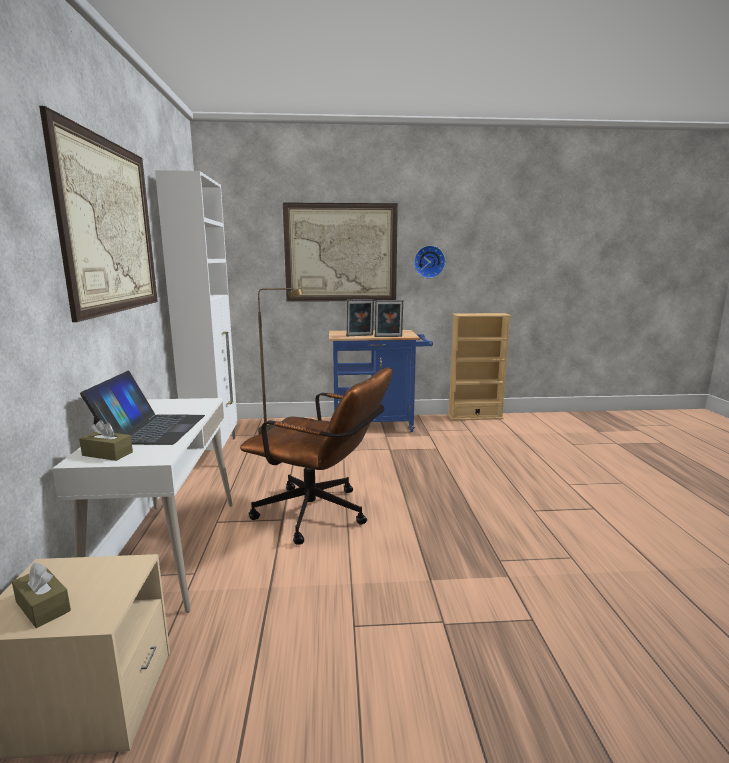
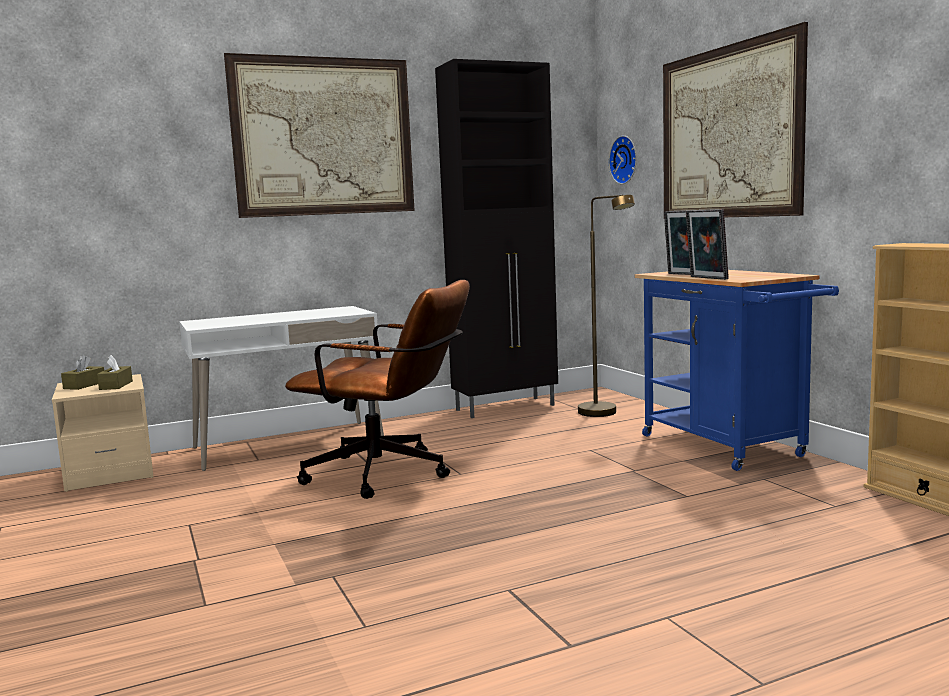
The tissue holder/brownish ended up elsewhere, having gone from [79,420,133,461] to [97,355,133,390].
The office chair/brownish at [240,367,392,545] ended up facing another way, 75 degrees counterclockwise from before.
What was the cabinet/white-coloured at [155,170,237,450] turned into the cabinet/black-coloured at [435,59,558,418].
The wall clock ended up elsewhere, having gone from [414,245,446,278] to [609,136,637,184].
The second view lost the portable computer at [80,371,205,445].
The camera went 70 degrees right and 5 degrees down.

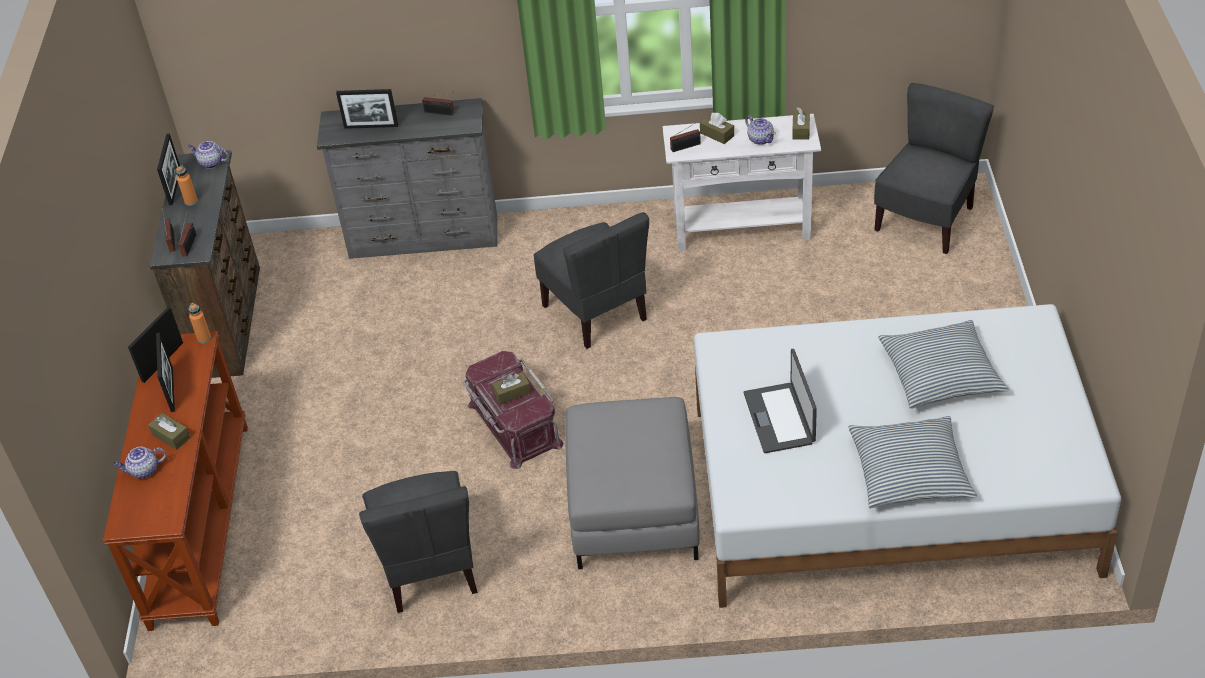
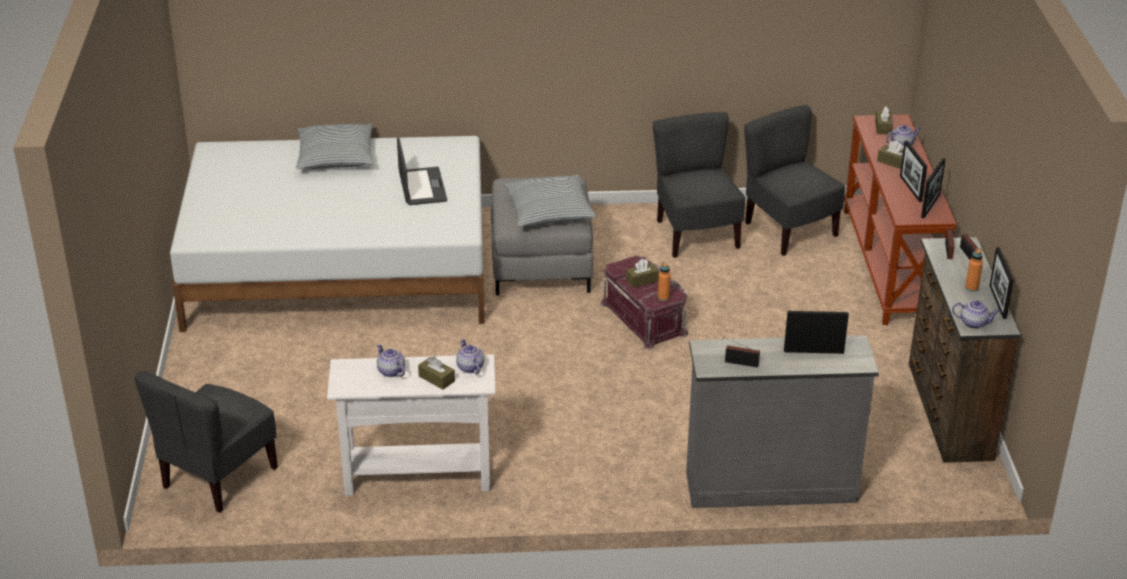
Where the radio receiver stood at [670,119,702,152], the pot for tea came to stand at [456,339,484,374].
The throw pillow ended up elsewhere, having gone from [878,320,1009,409] to [503,175,596,226].
The bottle/orange-coloured ended up elsewhere, having gone from [188,303,211,343] to [658,262,671,301].
The chair/grey ended up elsewhere, having gone from [533,212,649,349] to [744,105,846,256].
The tissue holder/brownish ended up elsewhere, having gone from [792,107,810,140] to [875,106,893,135].
The camera went 175 degrees right and 10 degrees down.

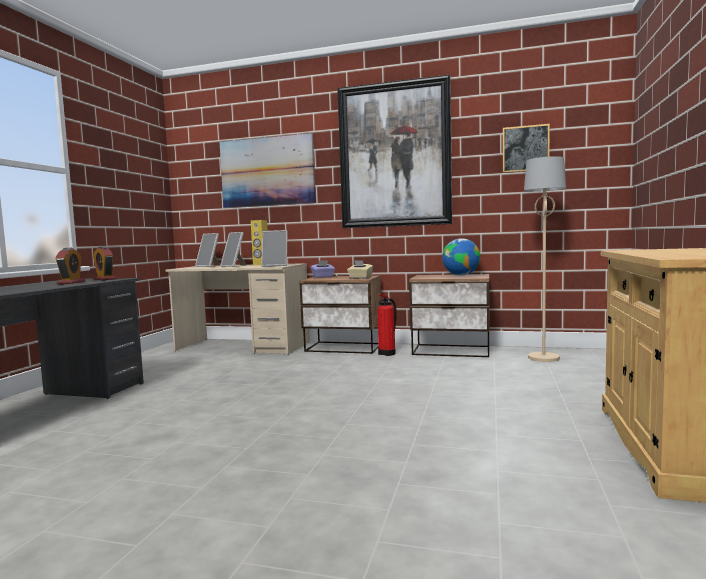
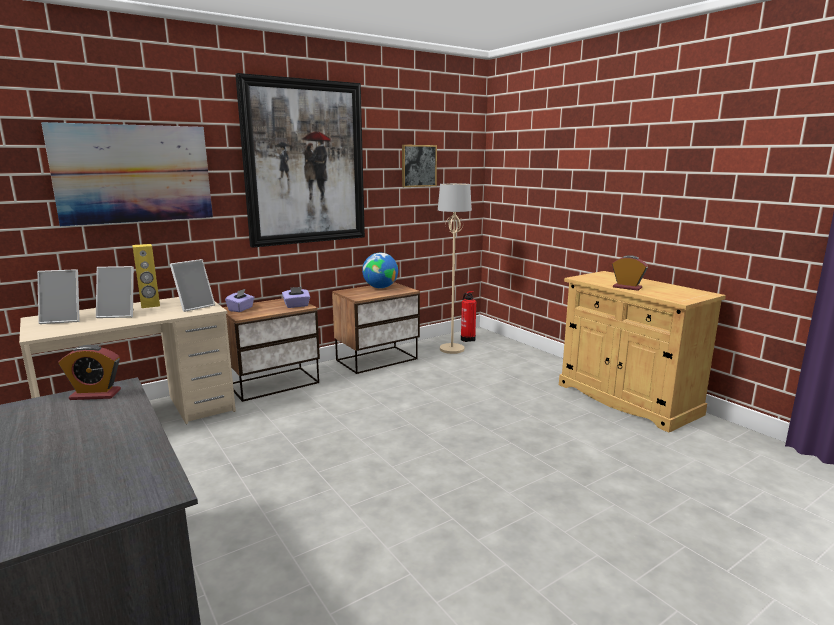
What was the tissue holder/sand-coloured at [347,260,373,279] turned into the tissue holder/purple at [282,287,310,308].
The fire-fighting cylinder ended up elsewhere, having gone from [377,294,397,356] to [461,291,476,342].
The bedside clock ended up elsewhere, having gone from [56,248,85,284] to [612,255,648,291].
The camera went 50 degrees left and 10 degrees up.

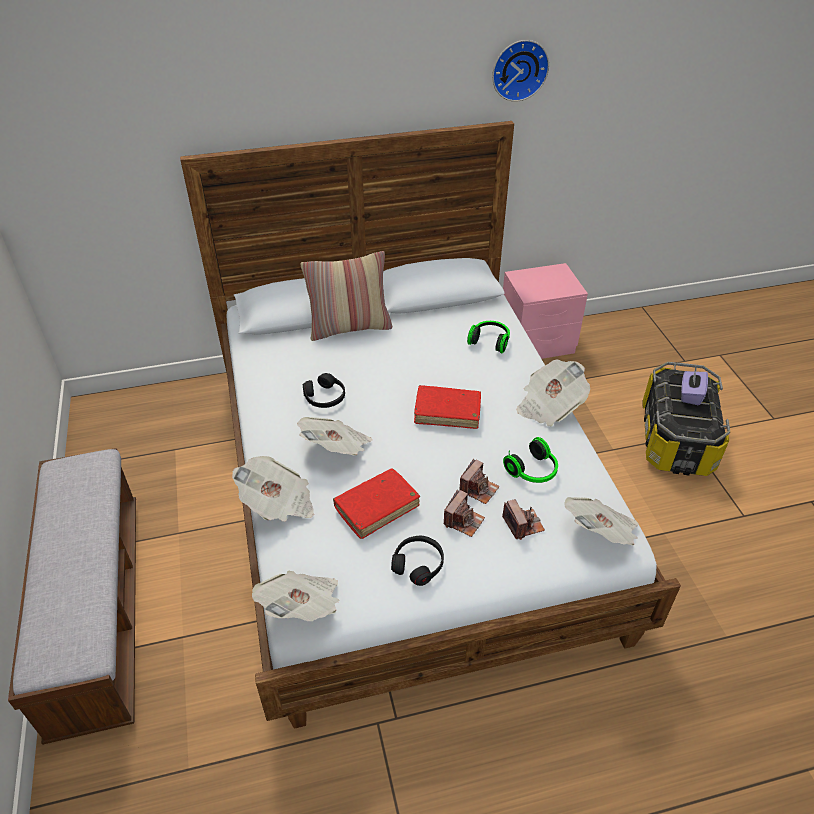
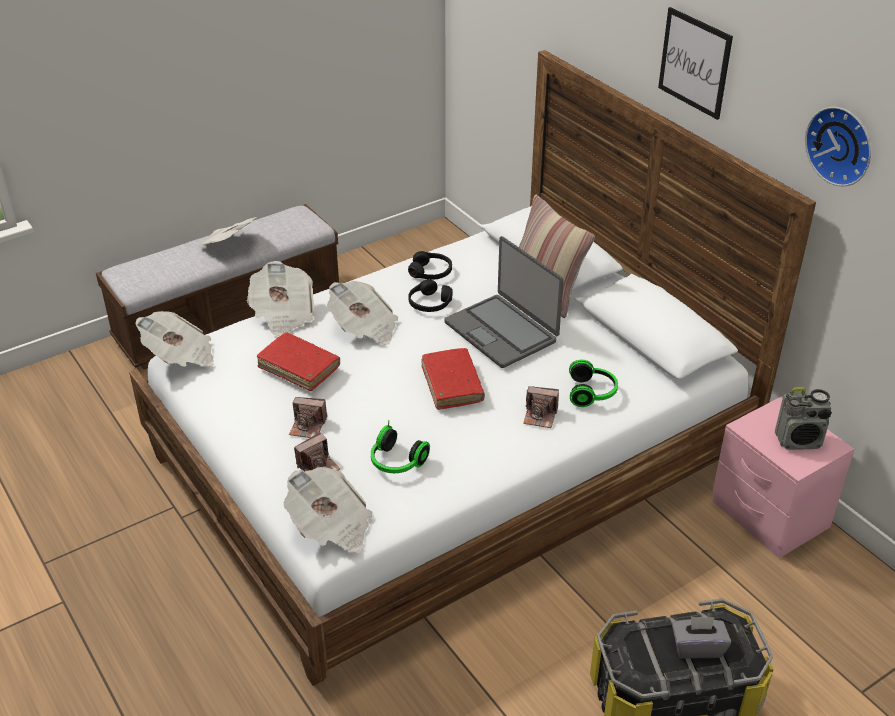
The daily paper ended up elsewhere, having gone from [516,359,590,426] to [198,217,256,246].
The headset/black-coloured ended up elsewhere, having gone from [391,536,444,586] to [408,251,452,280].
The second view gained the portable computer at [444,236,564,368].
The photo camera ended up elsewhere, having gone from [459,459,500,504] to [523,386,559,428].
The second view gained the wall picture at [658,7,733,120].
What was the tissue holder/purple at [681,371,708,405] turned into the tissue holder/grey at [672,616,731,659].
The second view gained the radio receiver at [775,387,832,450].
The camera went 70 degrees right and 5 degrees down.

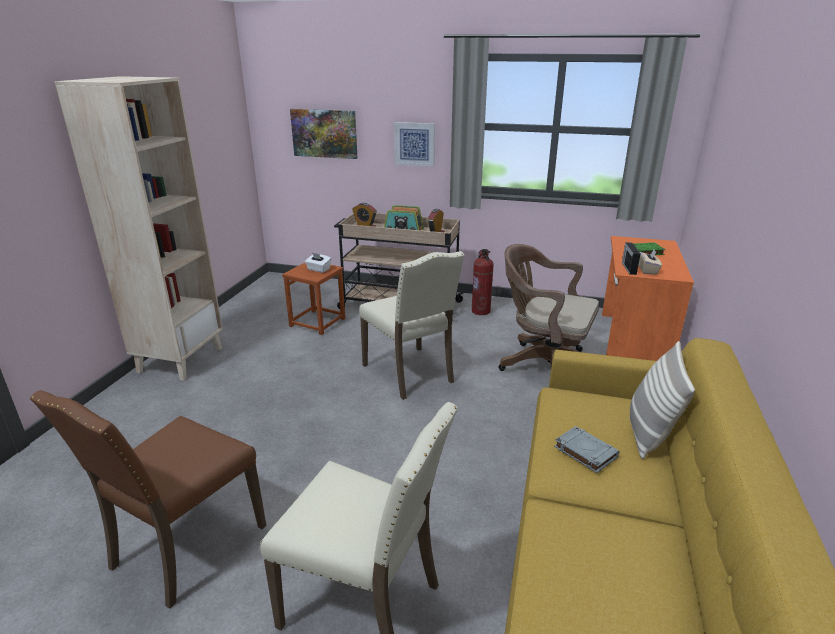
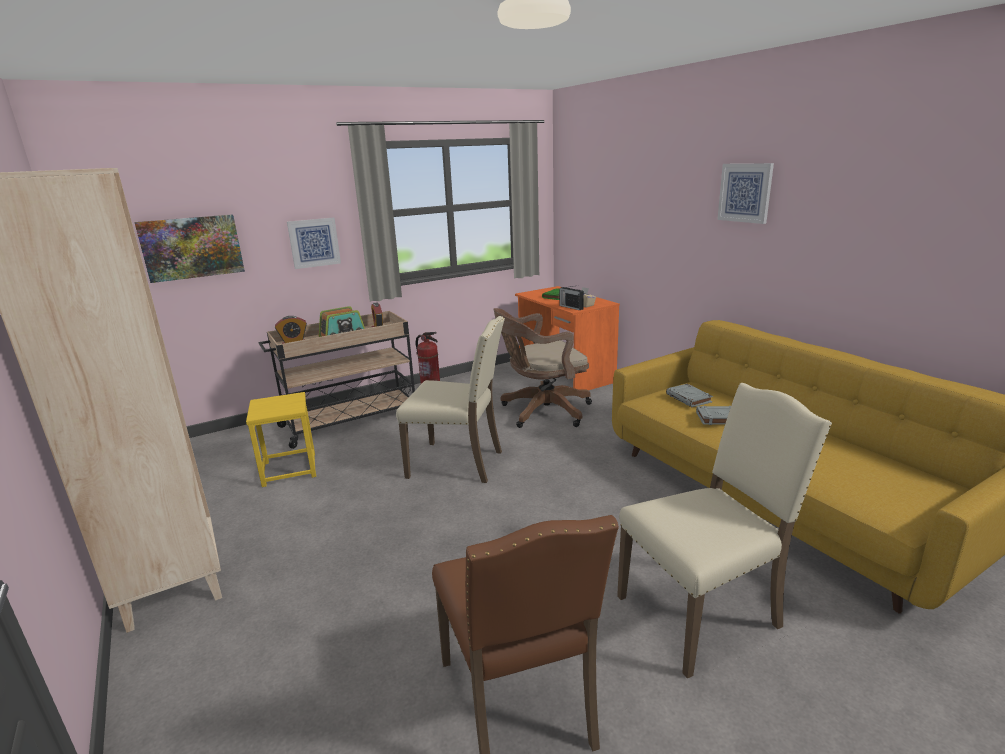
What was the sitting stool/brownish at [282,263,345,335] turned into the sitting stool/yellow at [246,392,316,487].
The second view gained the book/grey at [666,384,713,407].
The second view gained the wall picture at [717,163,774,224].
The second view lost the tissue holder/white-coloured at [305,253,331,273].
The second view lost the throw pillow at [630,341,695,459].
The camera went 45 degrees left and 5 degrees down.

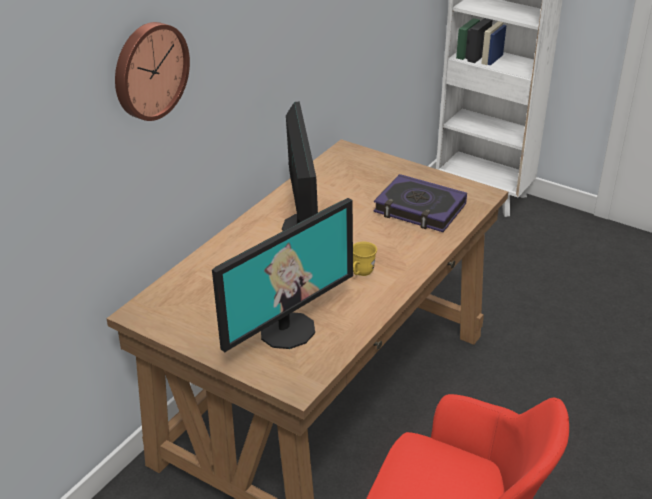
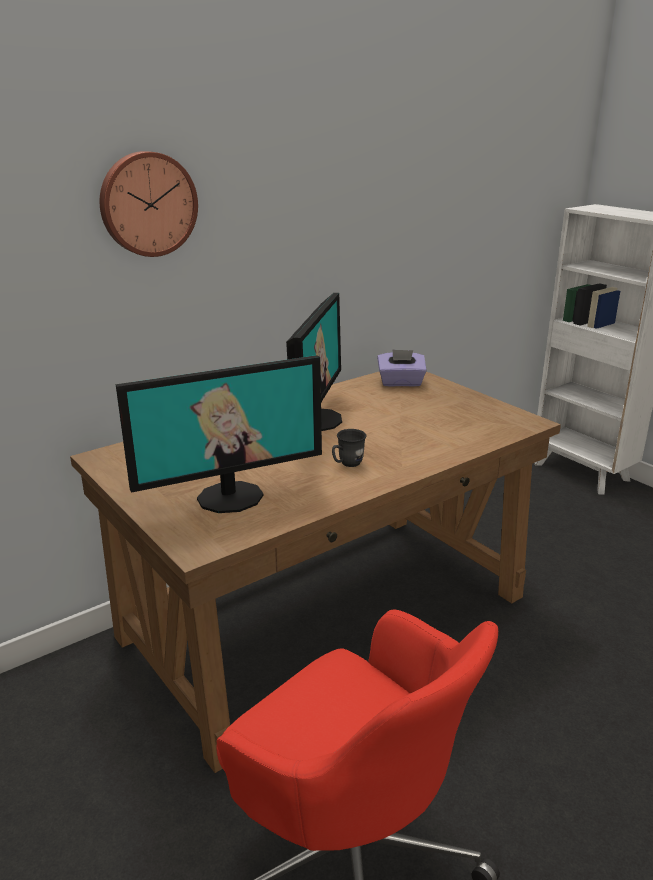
What was the tea mug/yellow at [353,241,377,276] turned into the tea mug/grey at [332,429,366,467].
The second view gained the tissue holder/purple at [377,349,427,386].
The second view lost the book at [373,174,467,232].
The camera went 20 degrees right and 10 degrees down.

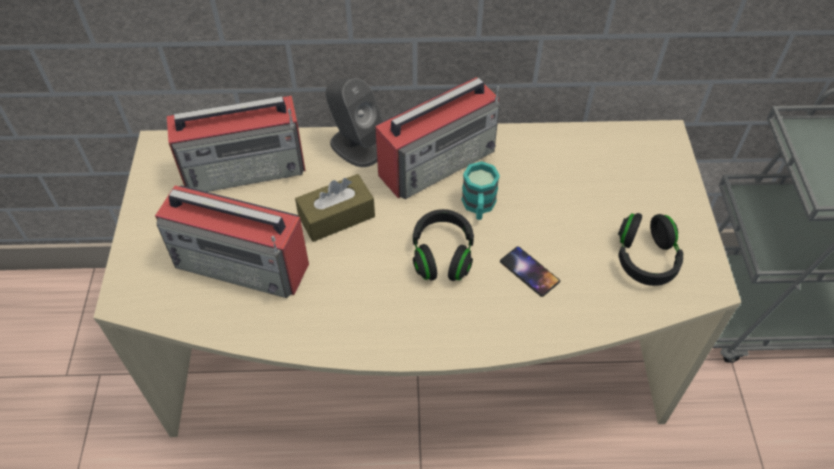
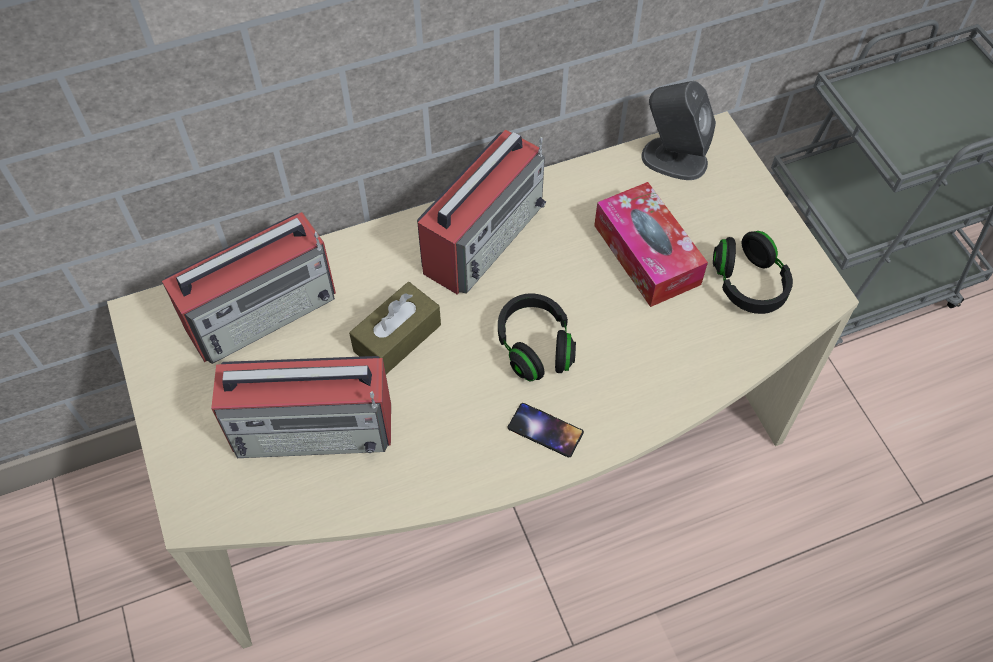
The telephone ended up elsewhere, having gone from [500,246,560,297] to [508,403,584,457].
The second view gained the tissue holder at [594,182,708,307].
The loudspeaker/grey ended up elsewhere, having gone from [326,78,383,167] to [642,81,716,180].
The second view lost the tea mug/turquoise-coloured at [461,161,500,220].
The camera went 20 degrees left and 5 degrees up.

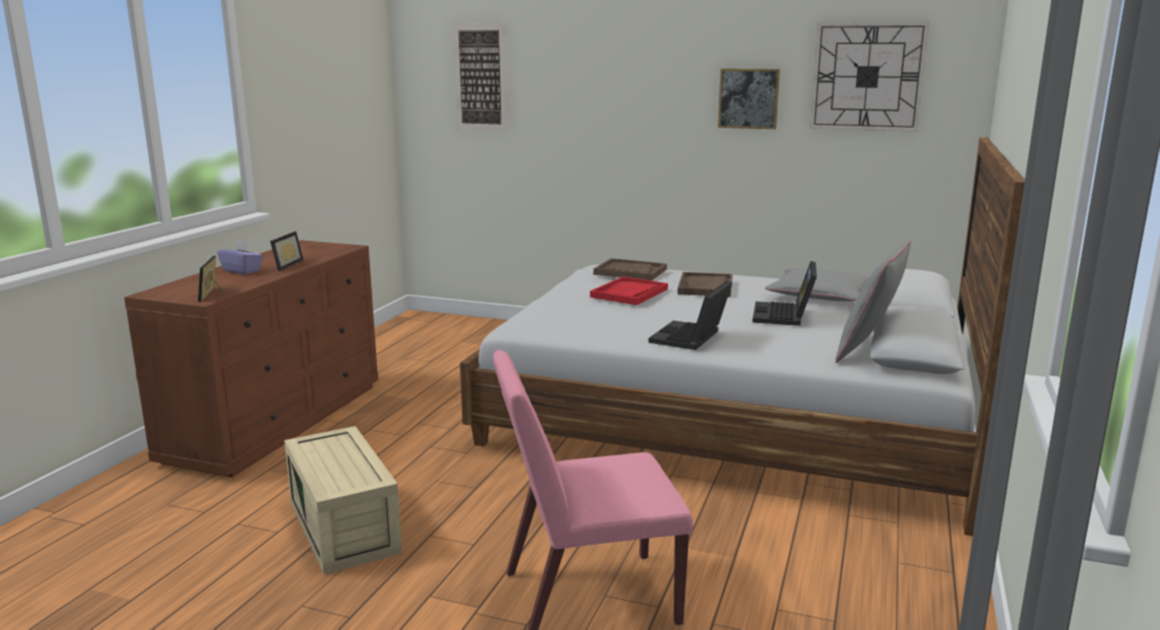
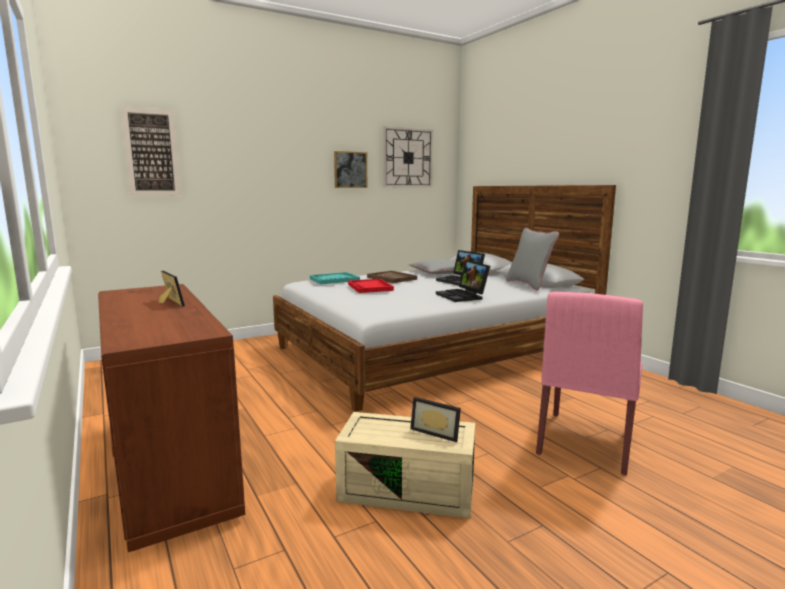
What was the carrying tray/brownish at [593,258,667,281] turned into the carrying tray/turquoise-coloured at [310,272,360,285].
The photo frame ended up elsewhere, having gone from [198,256,225,302] to [410,397,461,442].
The second view lost the tissue holder/purple at [217,239,263,274].
The camera went 50 degrees left and 5 degrees down.

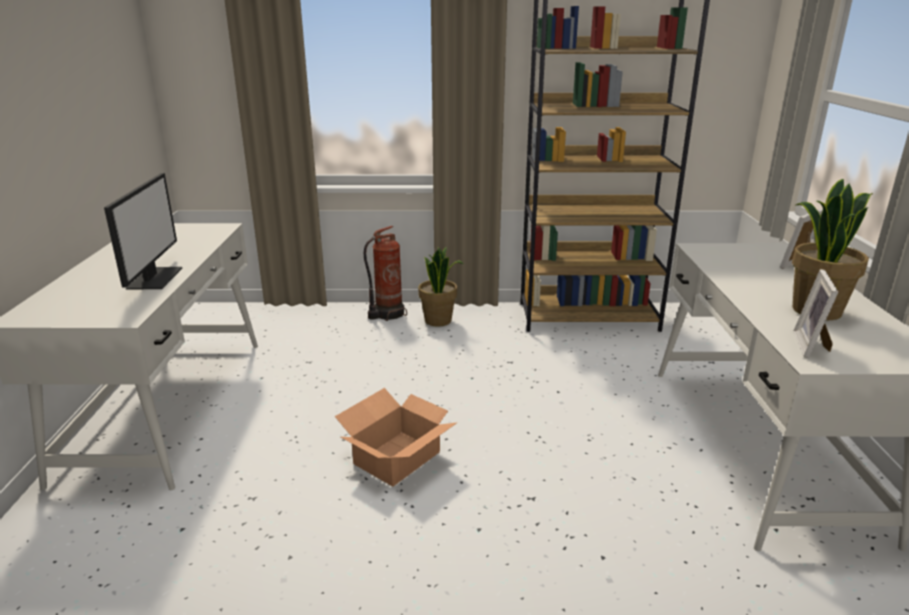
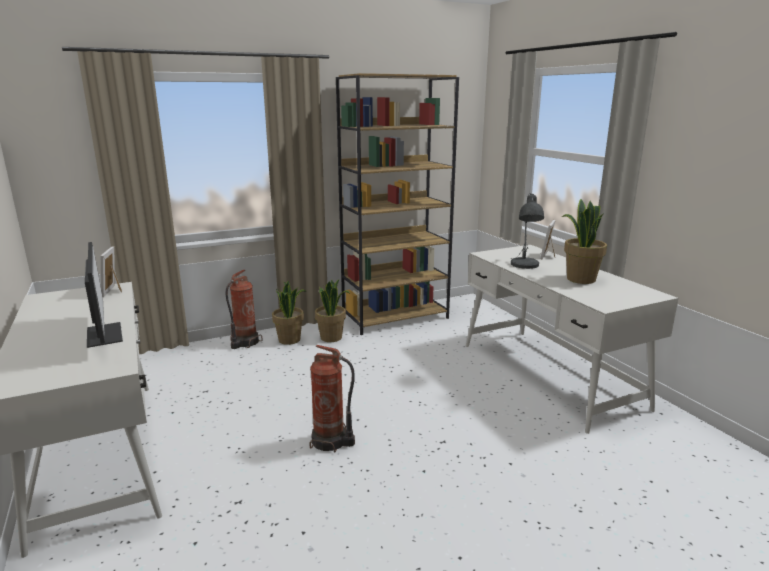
The photo frame ended up elsewhere, having gone from [793,269,838,358] to [100,246,122,297].
Where the packing box stood at [335,388,458,486], the fire-fighting cylinder came to stand at [310,345,355,452].
The second view gained the houseplant at [315,280,350,342].
The second view gained the table lamp/grey at [511,193,544,269].
The camera went 25 degrees left and 5 degrees down.

